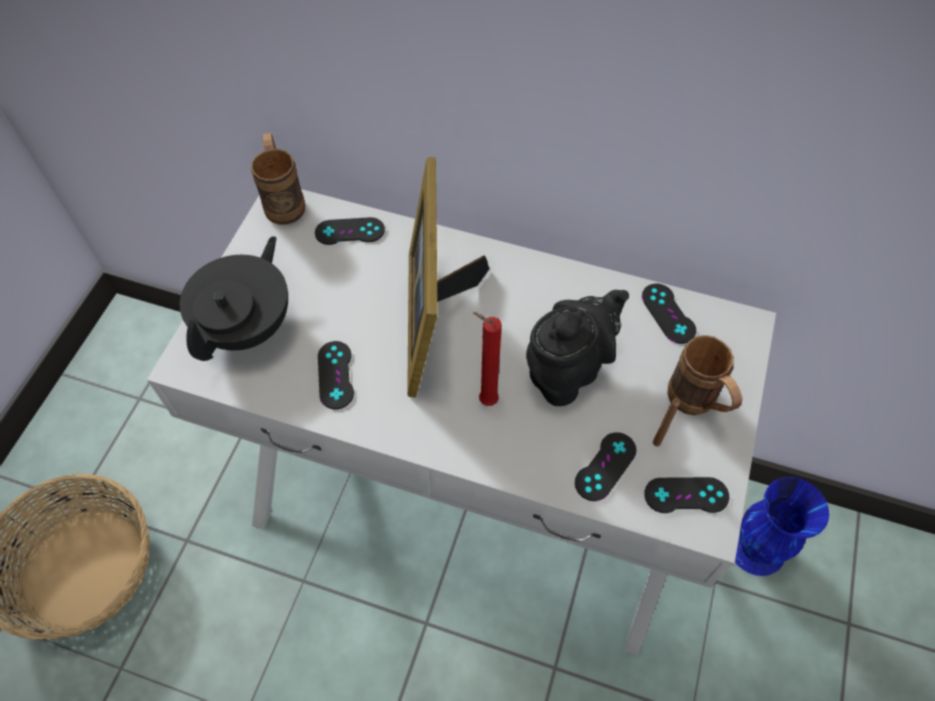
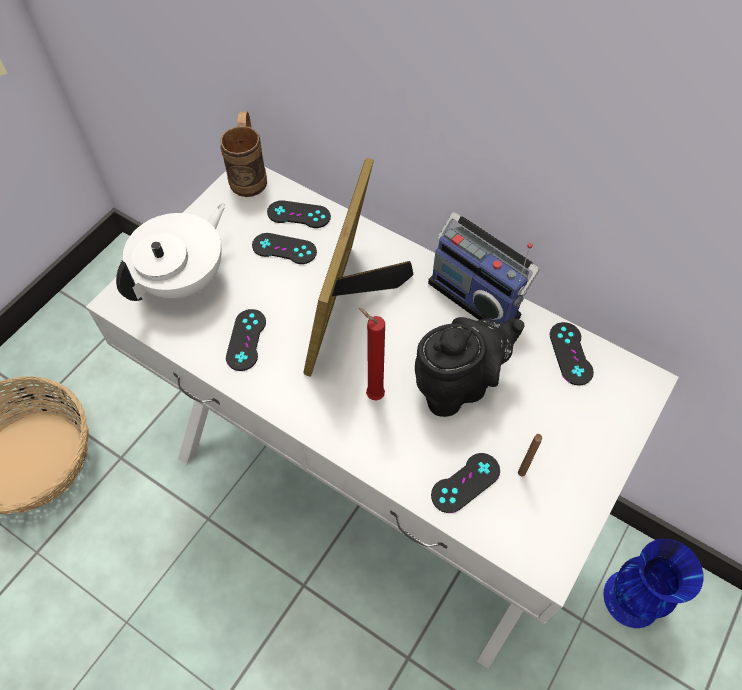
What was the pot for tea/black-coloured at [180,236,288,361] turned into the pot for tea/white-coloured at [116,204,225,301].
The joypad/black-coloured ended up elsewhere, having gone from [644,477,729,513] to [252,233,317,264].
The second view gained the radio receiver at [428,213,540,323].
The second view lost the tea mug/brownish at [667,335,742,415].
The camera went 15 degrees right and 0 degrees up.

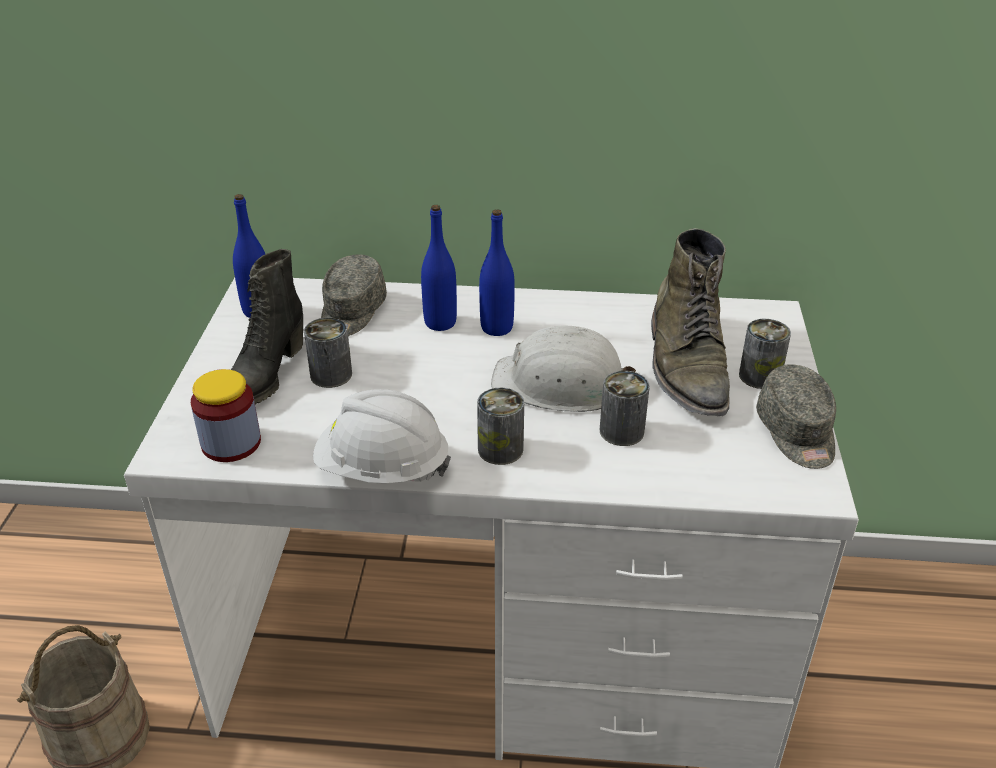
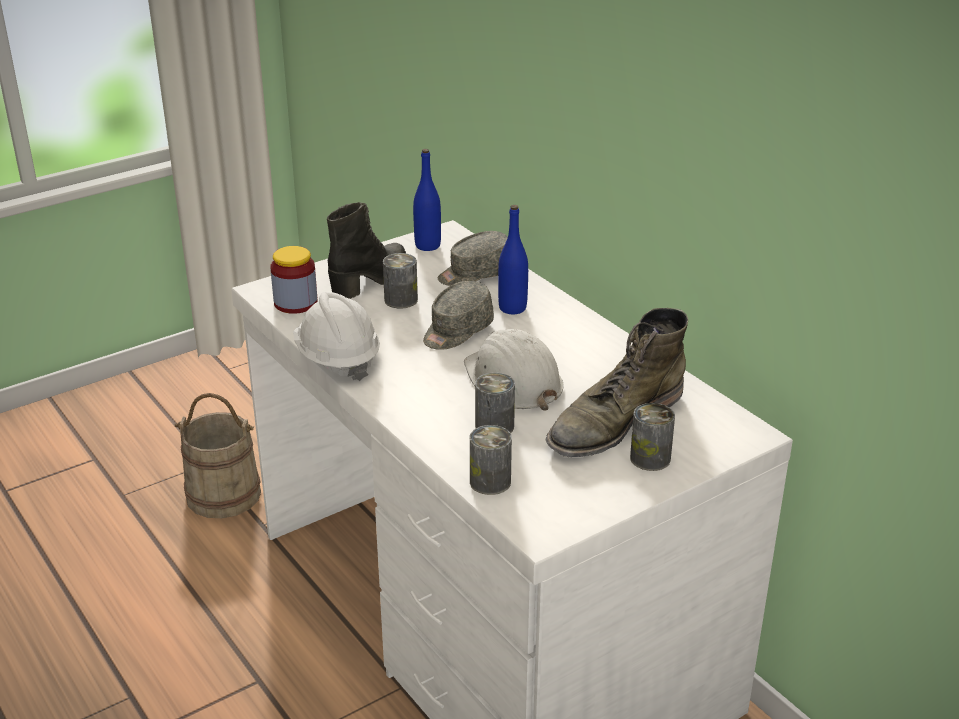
The high-top boot/black-coloured at [231,249,303,405] ended up facing another way, 150 degrees clockwise from before.
The peaked cap/grey ended up elsewhere, having gone from [756,364,836,469] to [423,281,494,350].
The can ended up elsewhere, having gone from [477,388,524,465] to [470,425,512,495].
The second view lost the bottle/bluish at [479,209,515,336].
The camera went 50 degrees right and 5 degrees down.

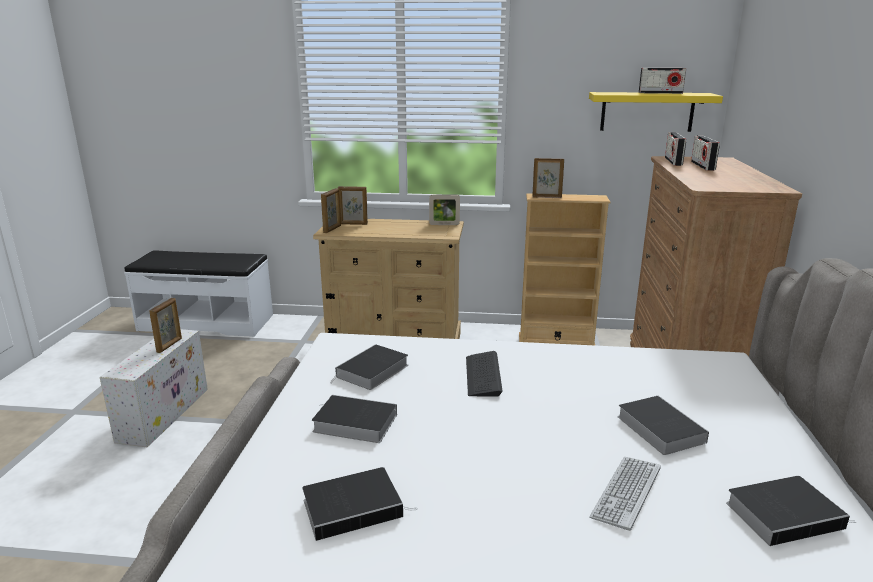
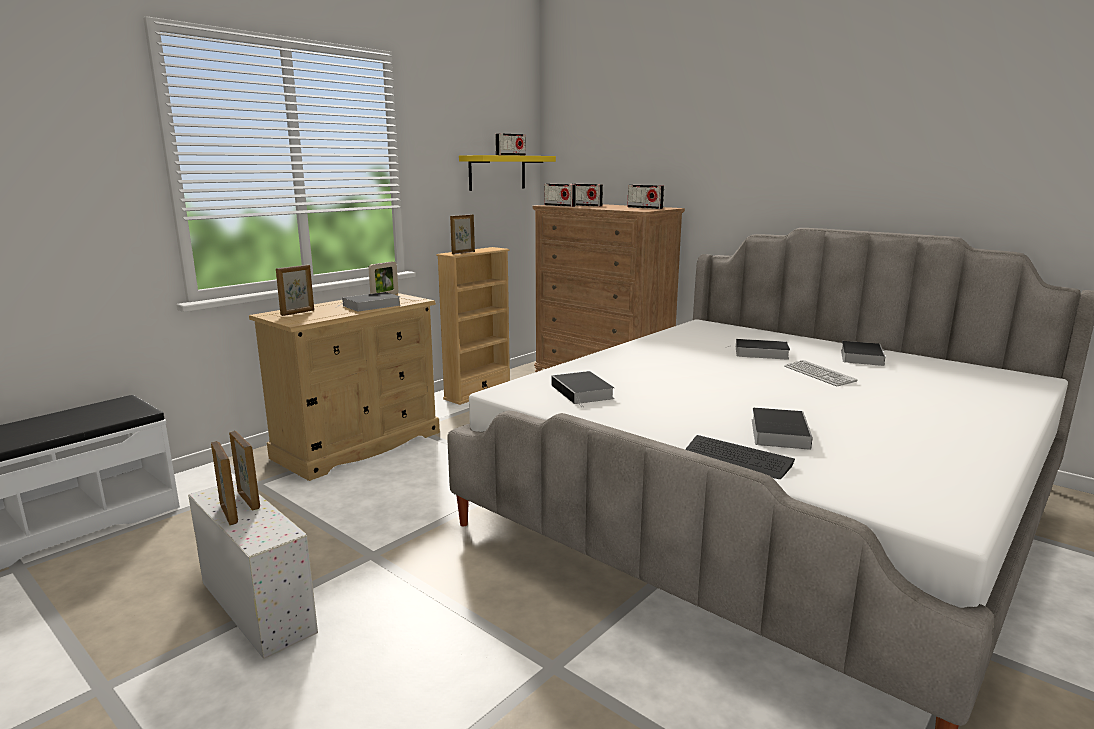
The photo frame ended up elsewhere, having gone from [321,188,341,233] to [211,441,238,525].
The book ended up elsewhere, having gone from [312,395,397,443] to [335,292,401,311].
The second view gained the radio receiver at [627,185,664,209].
The computer keyboard ended up elsewhere, having gone from [466,351,503,397] to [685,435,795,479].
The camera went 55 degrees left and 5 degrees down.

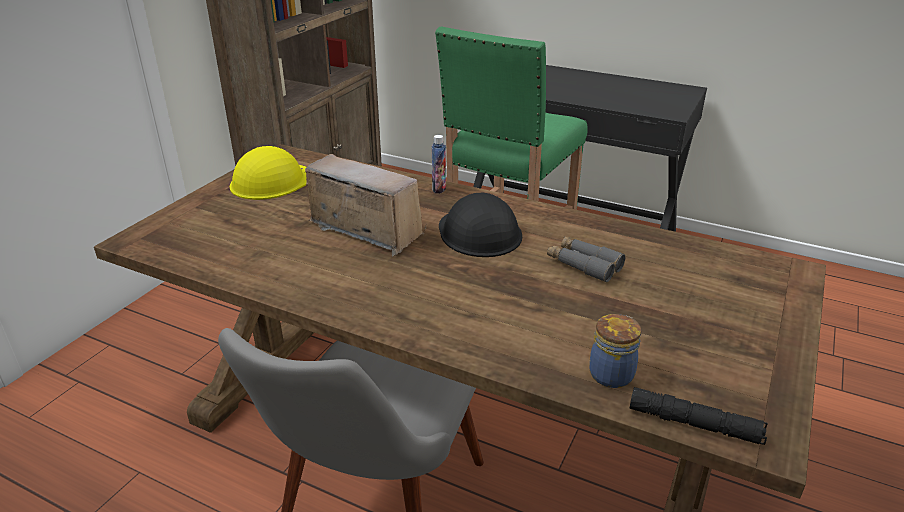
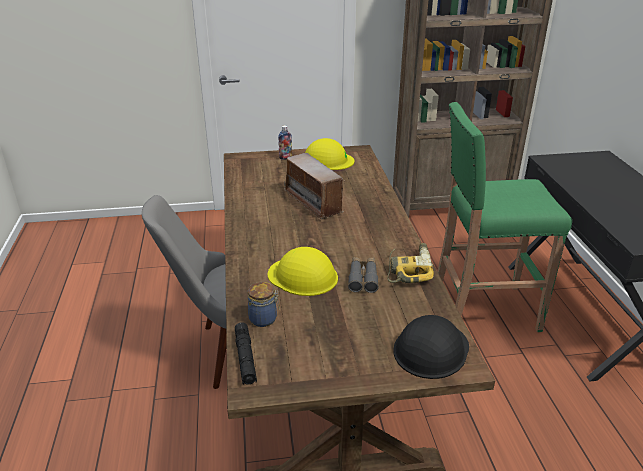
The second view gained the safety helmet/yellow at [268,247,338,296].
The bottle ended up elsewhere, having gone from [432,135,446,193] to [278,125,292,160].
The radio receiver at [301,154,426,257] ended up facing another way, 150 degrees clockwise from before.
The second view gained the electric drill at [387,243,434,283].
The safety helmet/black-coloured ended up elsewhere, having gone from [439,193,522,257] to [393,315,469,379].
The camera went 55 degrees right and 0 degrees up.

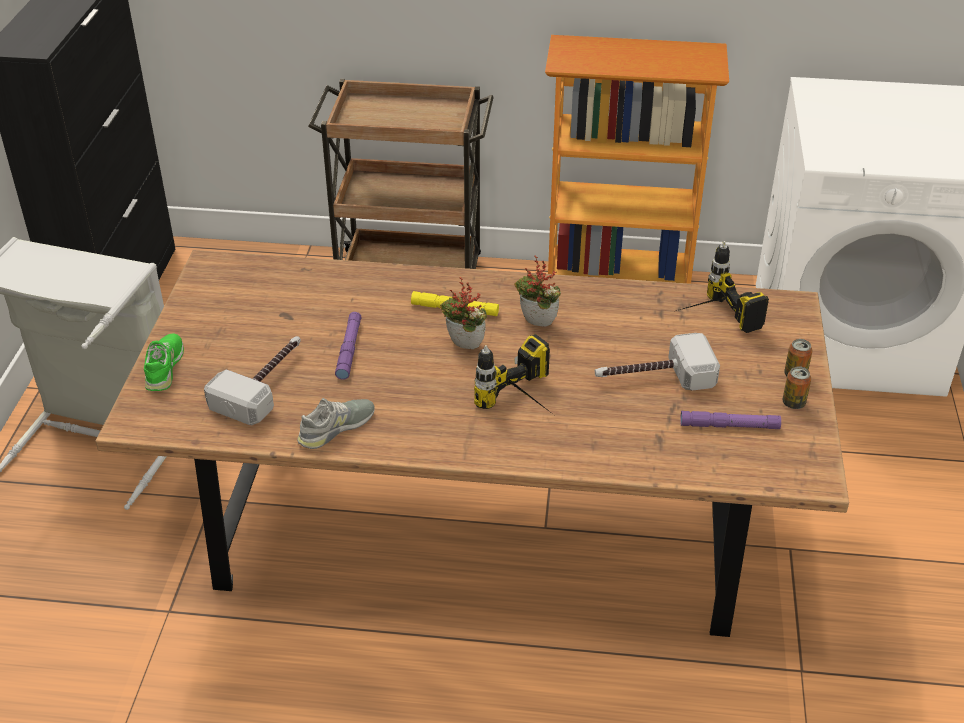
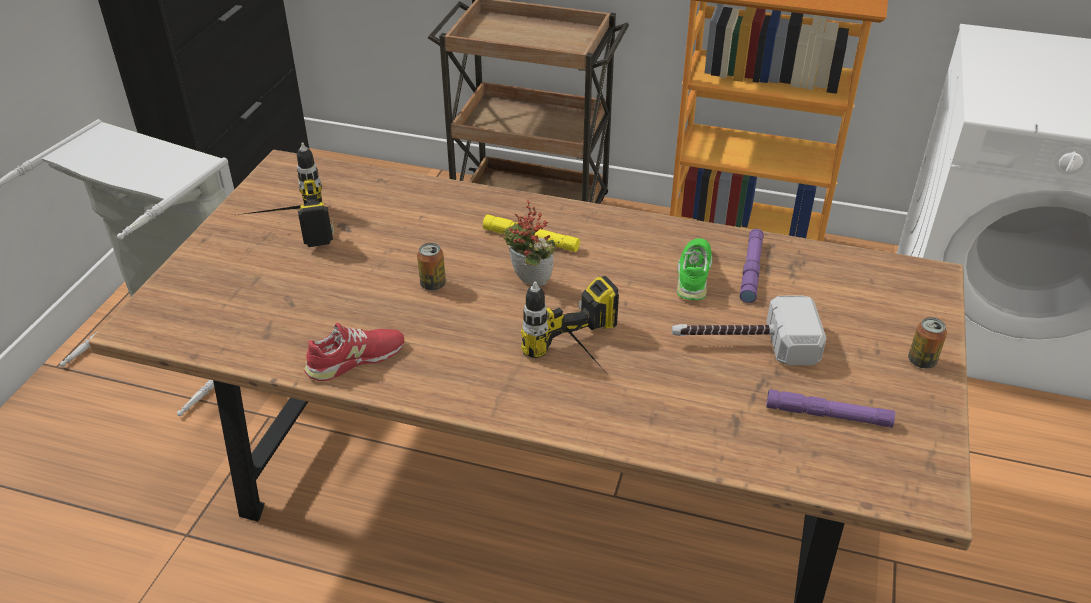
The electric drill ended up elsewhere, having gone from [676,241,769,333] to [238,143,334,247].
What was the item of footwear/grey at [297,398,375,449] turned into the item of footwear/red-coloured at [304,323,404,381].
The can ended up elsewhere, having gone from [783,366,811,409] to [417,243,446,291].
The item of footwear/greenish ended up elsewhere, having gone from [144,334,184,391] to [677,238,712,300].
The flashlight/purple ended up elsewhere, having gone from [335,312,361,380] to [740,229,764,303].
The second view lost the tool hammer at [204,336,301,425].
The second view lost the houseplant at [514,255,561,327].
The camera went 10 degrees right and 0 degrees up.

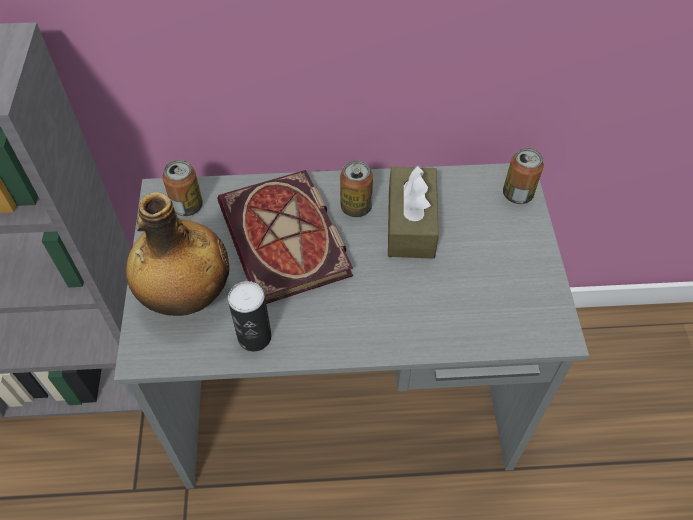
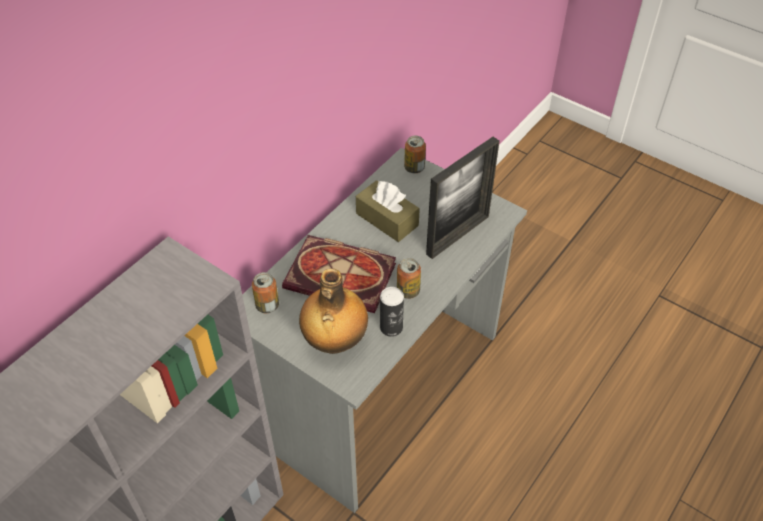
The can ended up elsewhere, having gone from [340,161,373,217] to [397,258,421,299].
The second view gained the photo frame at [426,137,500,259].
The camera went 50 degrees left and 5 degrees down.

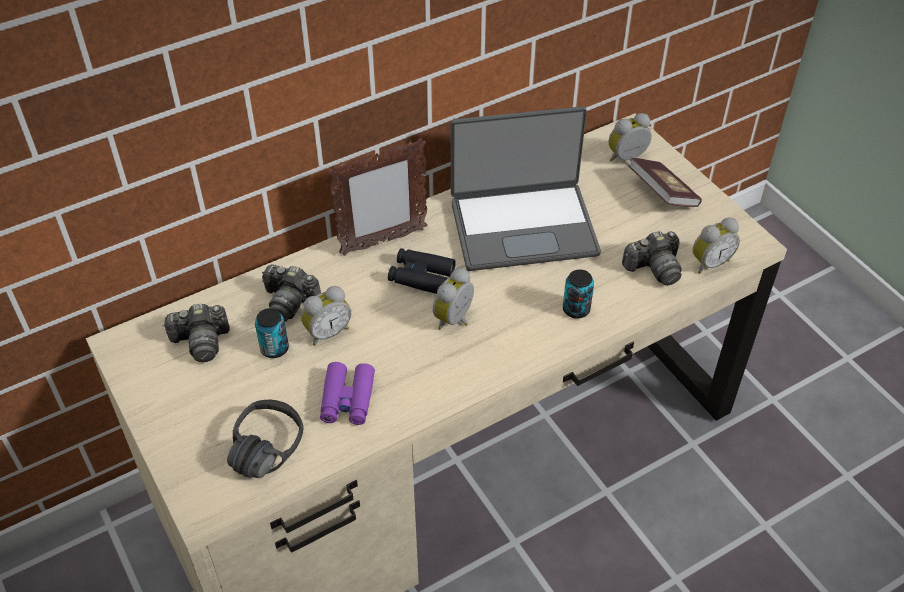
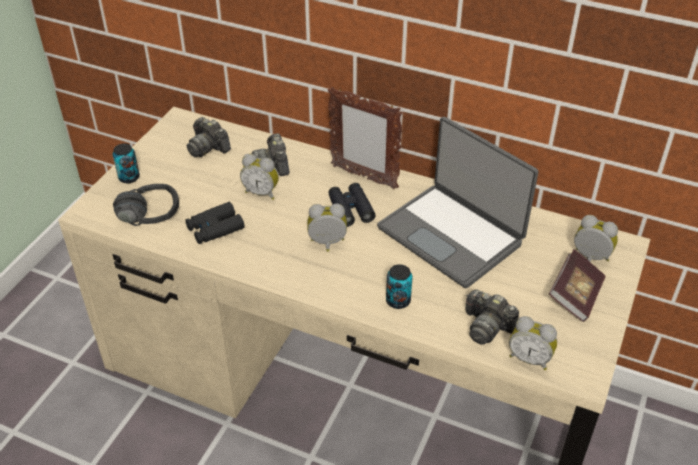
The can ended up elsewhere, having gone from [255,308,289,358] to [113,143,140,183].
What was the field glasses/purple at [320,362,375,425] turned into the field glasses/black-coloured at [185,202,245,244].
The camera went 55 degrees right and 5 degrees down.

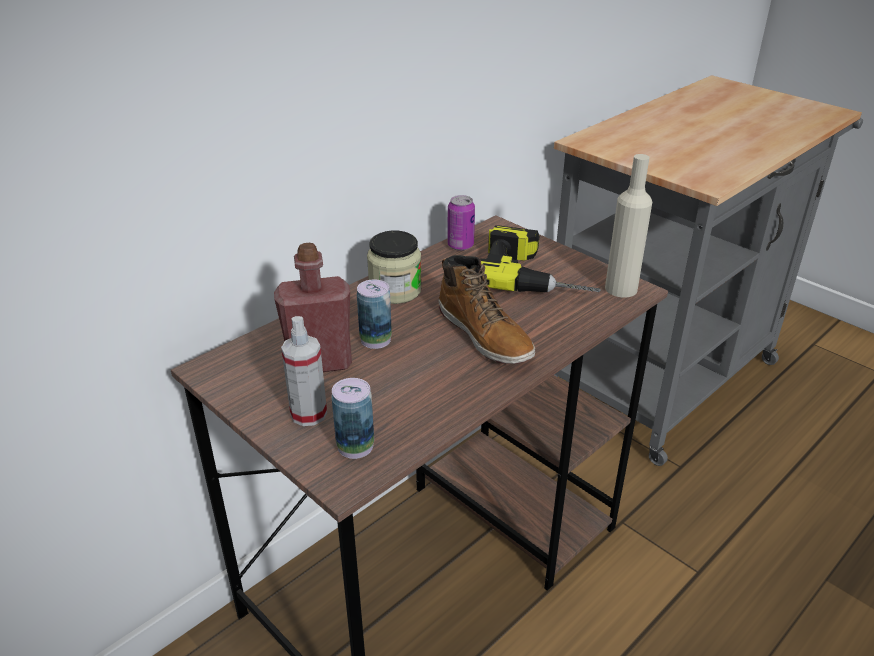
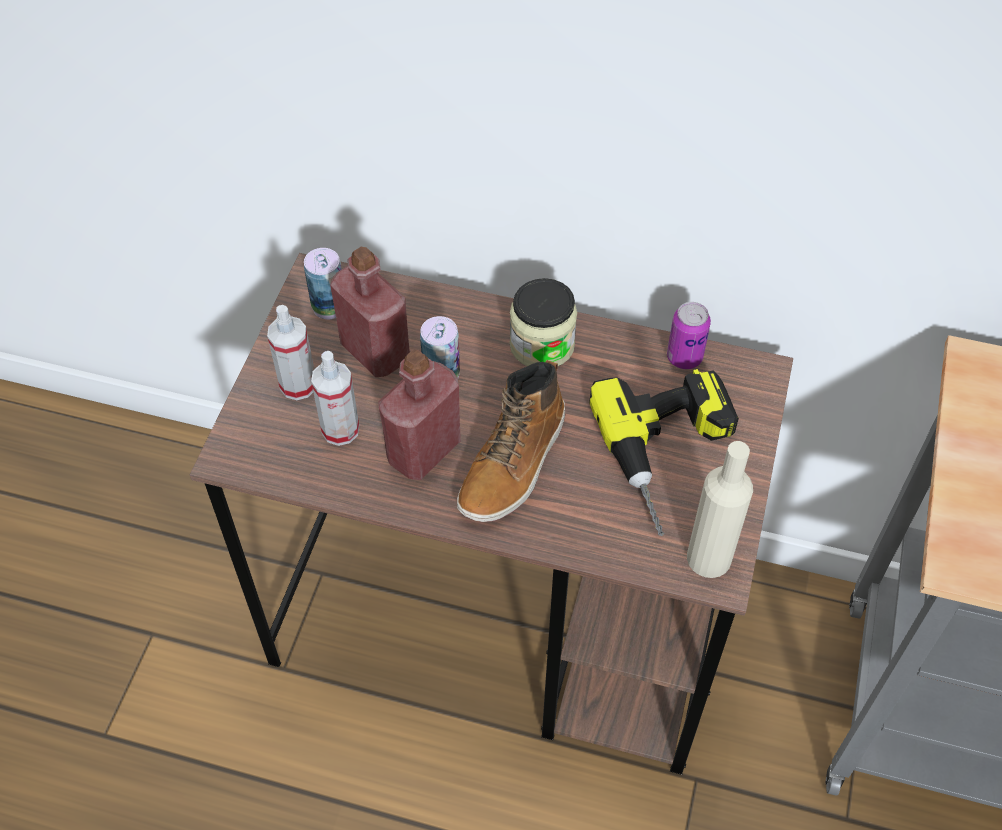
The can ended up elsewhere, having gone from [331,378,374,459] to [304,248,342,319].
The second view gained the sprayer at [311,351,359,446].
The second view gained the bottle/red-coloured at [378,350,461,480].
The camera went 60 degrees right and 20 degrees up.

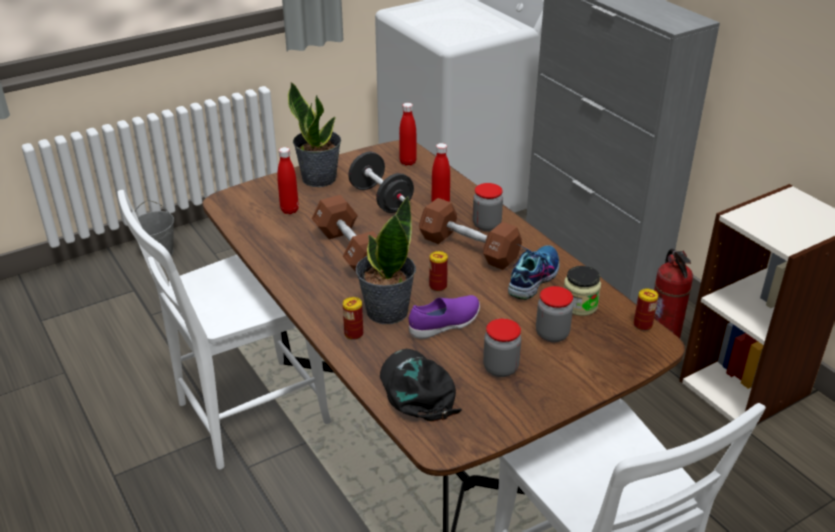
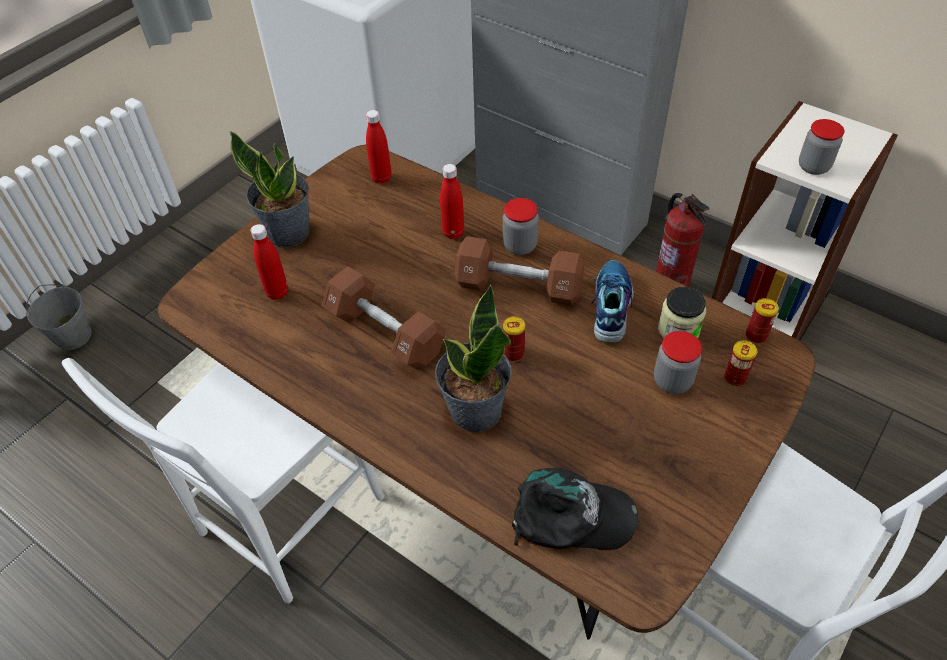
The peaked cap/black-coloured at [380,349,462,421] ended up facing another way, 135 degrees clockwise from before.
The can ended up elsewhere, having gone from [343,297,363,340] to [724,340,757,387].
The storage jar ended up elsewhere, having gone from [483,318,521,377] to [799,119,845,175].
The second view lost the dumbbell/black-coloured at [348,152,414,213].
The second view lost the item of footwear/purple at [409,295,480,339].
The camera went 20 degrees left and 15 degrees up.

